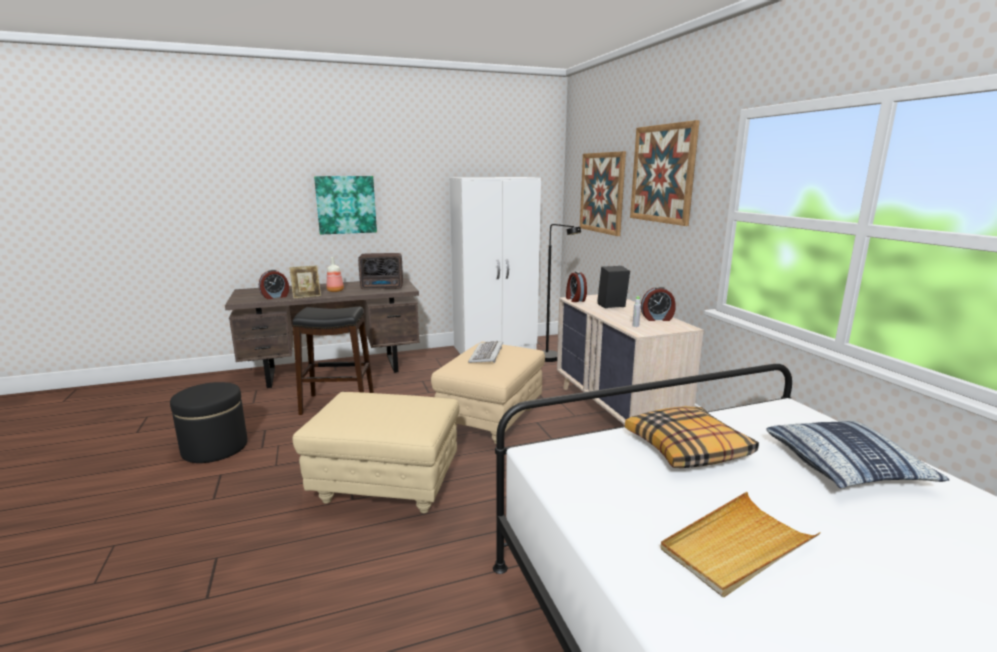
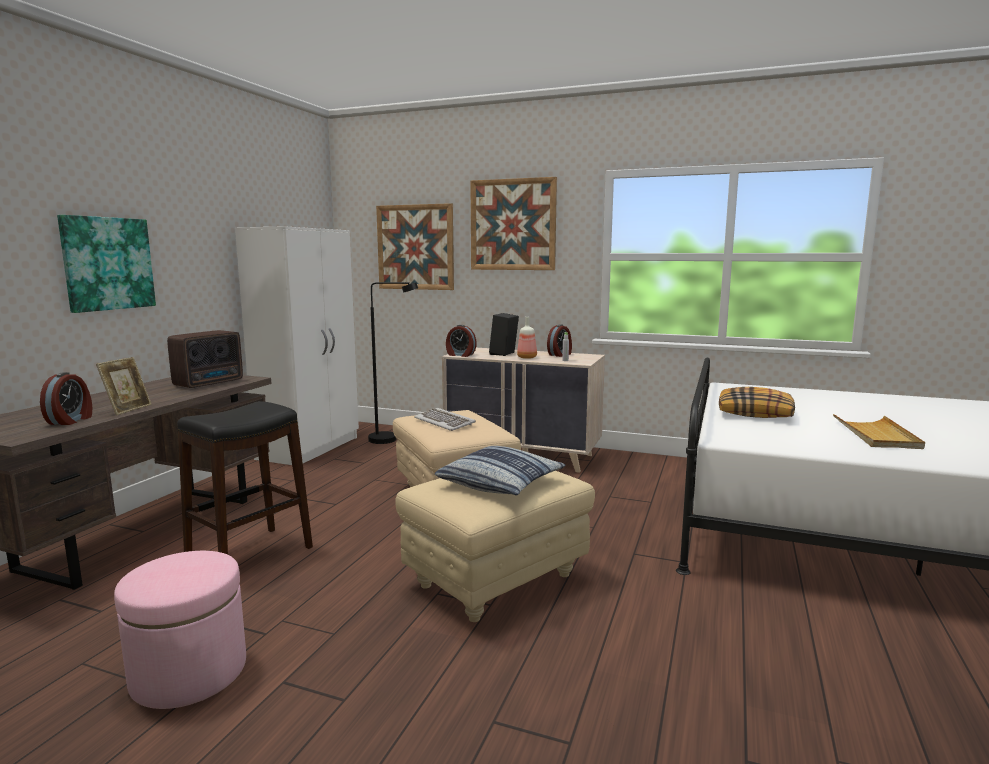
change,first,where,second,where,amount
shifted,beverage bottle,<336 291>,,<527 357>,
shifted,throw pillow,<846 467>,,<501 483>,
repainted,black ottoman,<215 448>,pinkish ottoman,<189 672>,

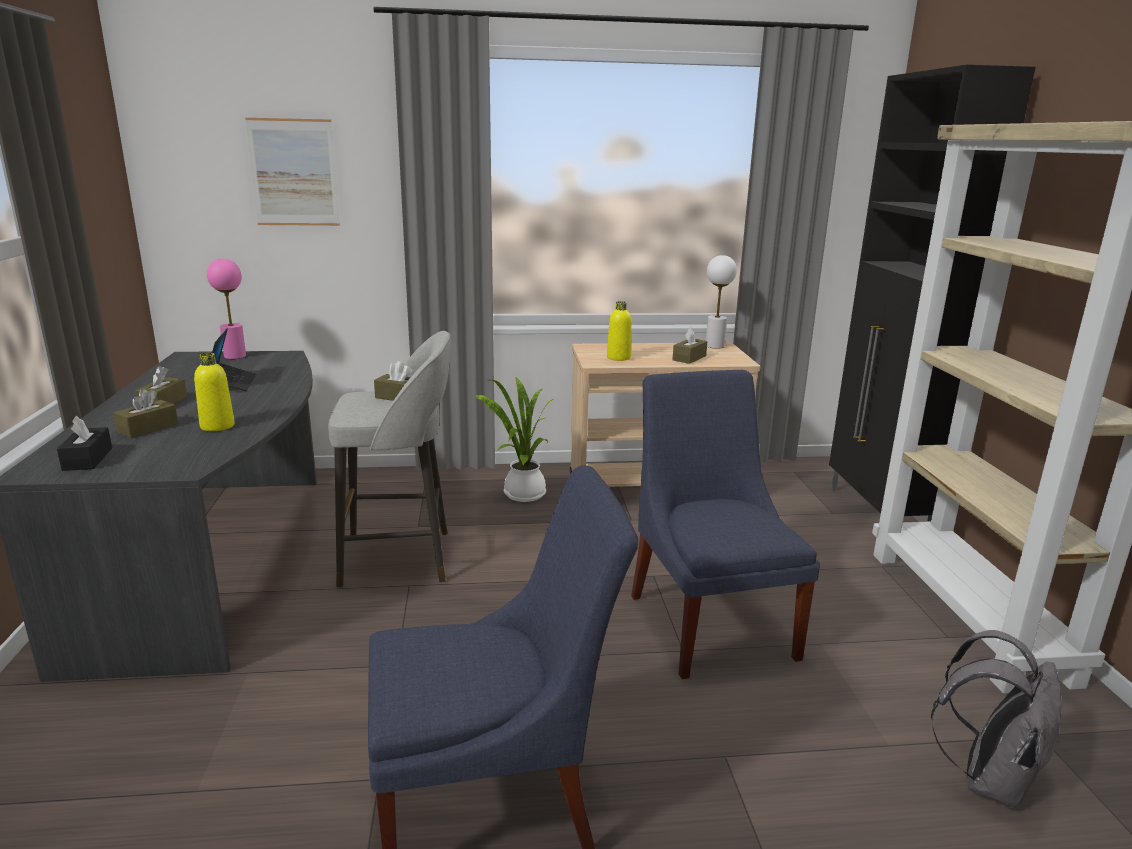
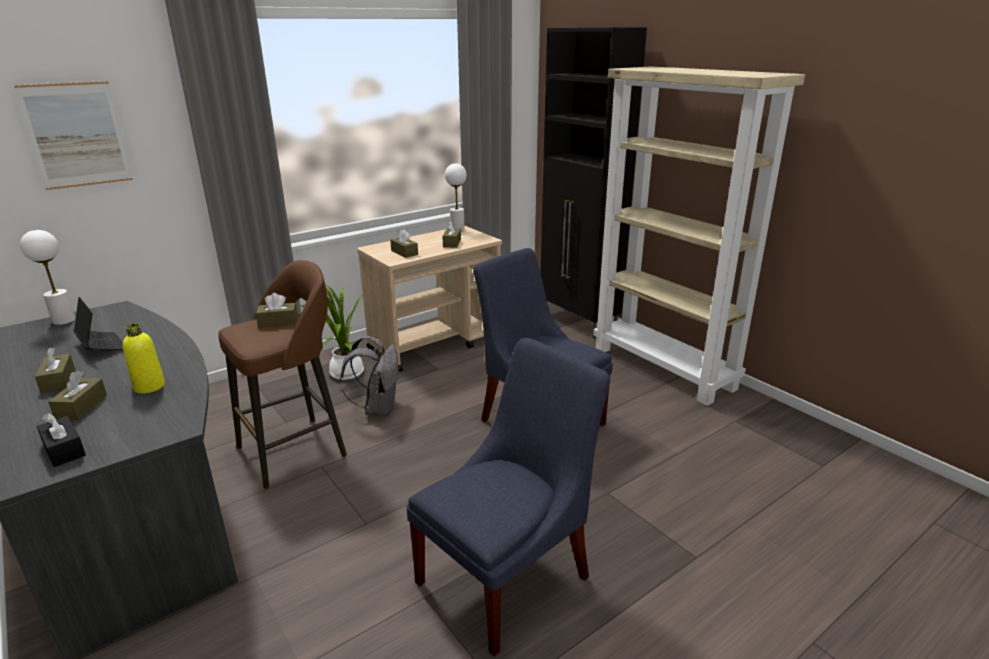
change,first,where,second,where,amount
shifted,grey knapsack,<988 778>,,<378 408>,
swapped,yellowish beverage bottle,<618 357>,brownish tissue box,<404 252>,
repainted,pinkish tabletop lamp,<234 356>,white-coloured tabletop lamp,<63 320>,
repainted,grey sitting stool,<400 558>,brownish sitting stool,<295 450>,

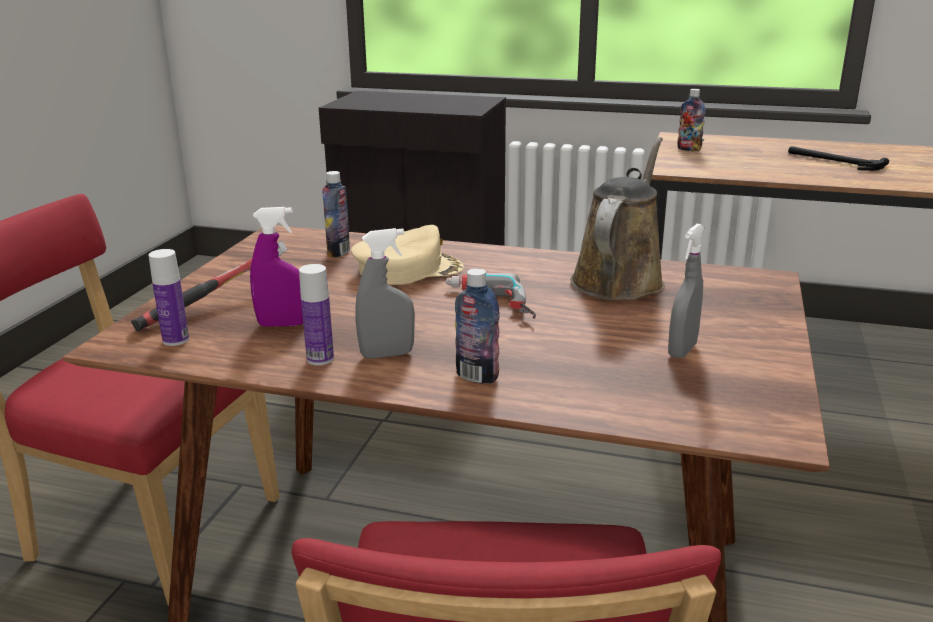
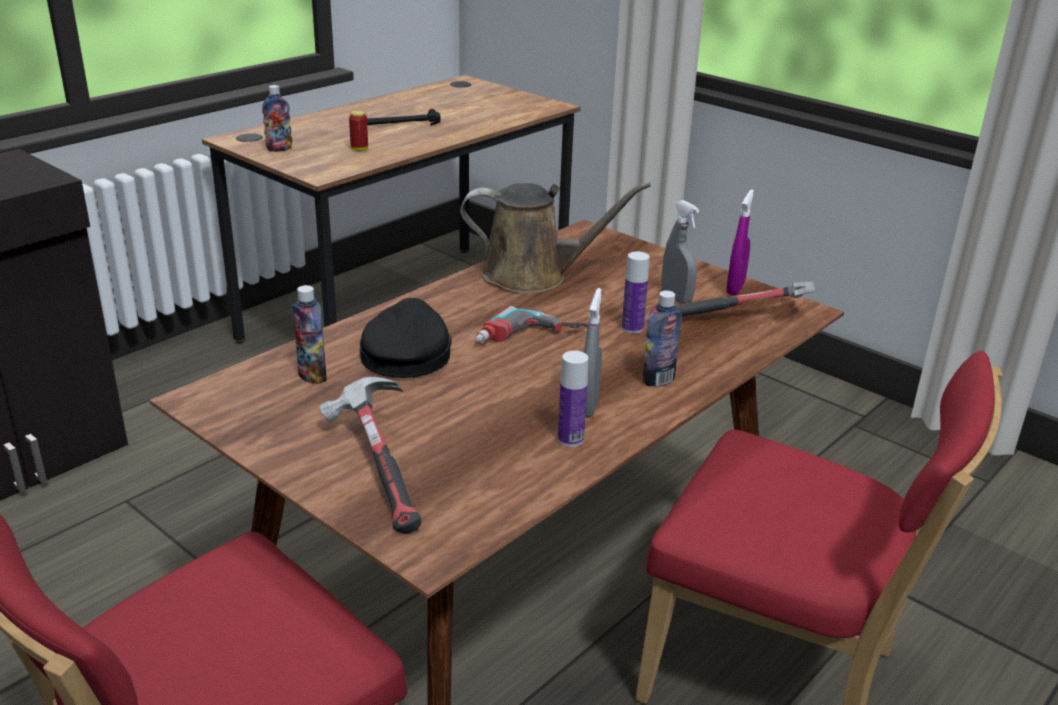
change,first,where,second,where,amount
new,,,metal can,<359 149>,
new,,,hammer,<738 318>,
shifted,beverage bottle,<176 340>,,<632 328>,
shifted,purple-coloured spray bottle,<282 324>,,<735 288>,
repainted,beige-coloured peaked cap,<408 269>,black peaked cap,<406 352>,
rotated,brownish sprinkling can,<620 279>,,<533 276>,135 degrees clockwise

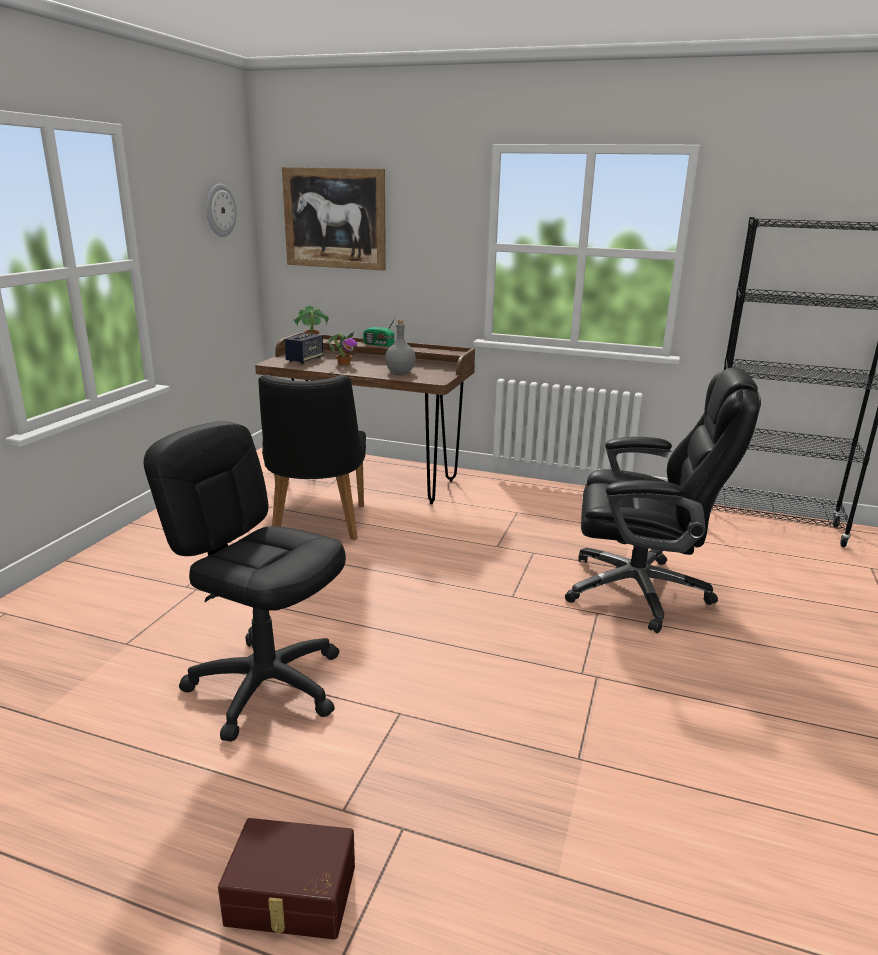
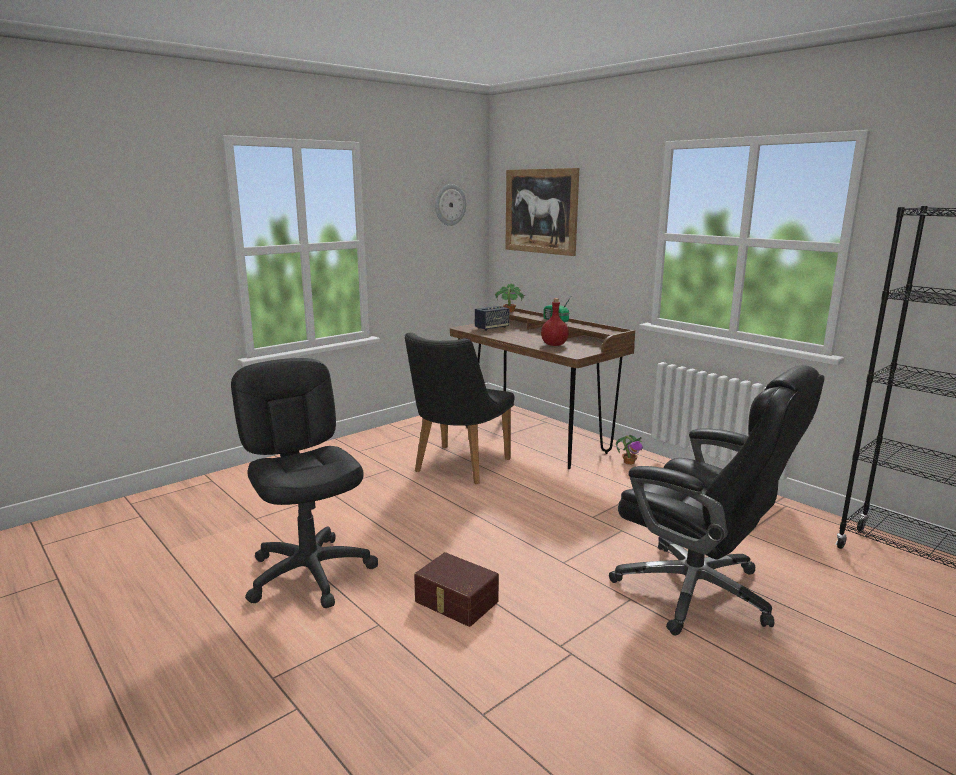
change,first,where,second,where,amount
shifted,brownish storage container,<291 897>,,<455 602>,
shifted,plant in a pot,<344 363>,,<629 462>,
repainted,grey beverage bottle,<400 372>,red beverage bottle,<554 345>,

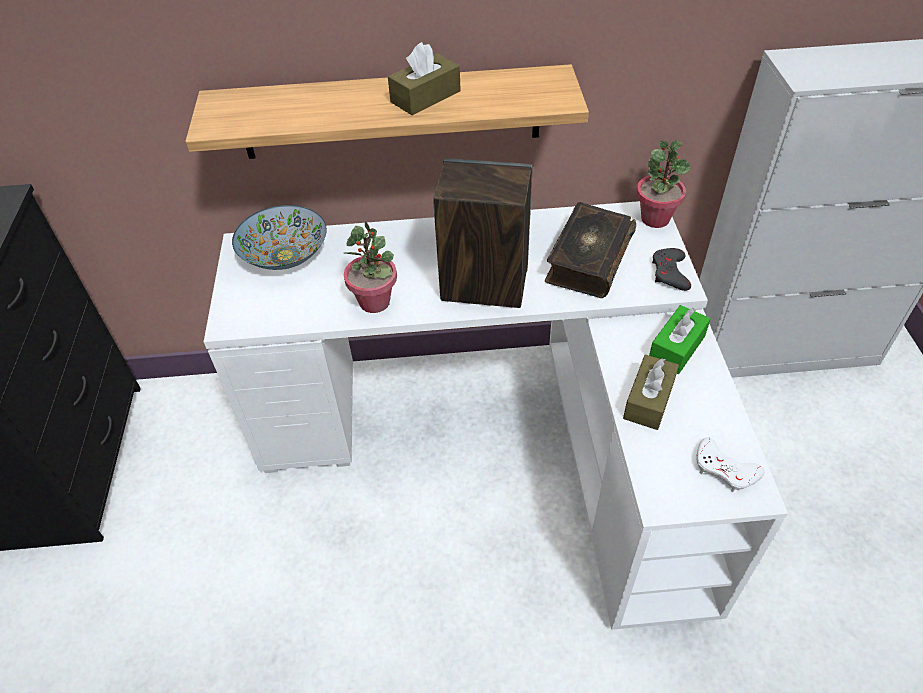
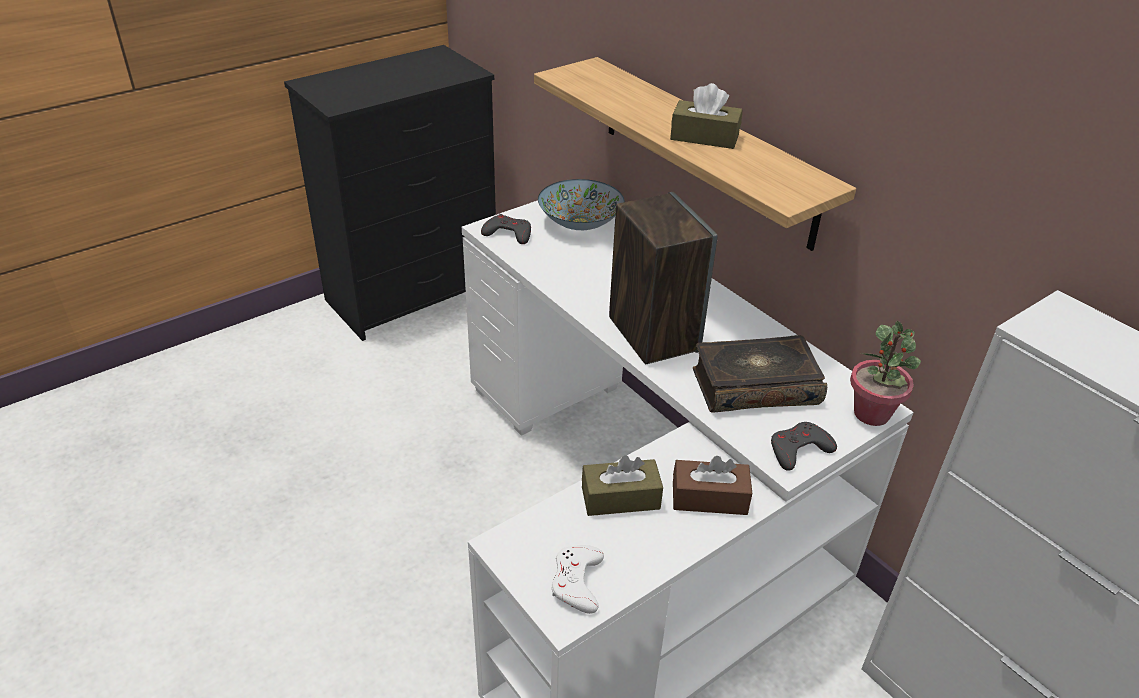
change,first,where,second,where,amount
gone,plant in a pot,<375 302>,,,
new,,,grey gamepad,<508 233>,
repainted,green tissue box,<676 348>,brownish tissue box,<709 498>,

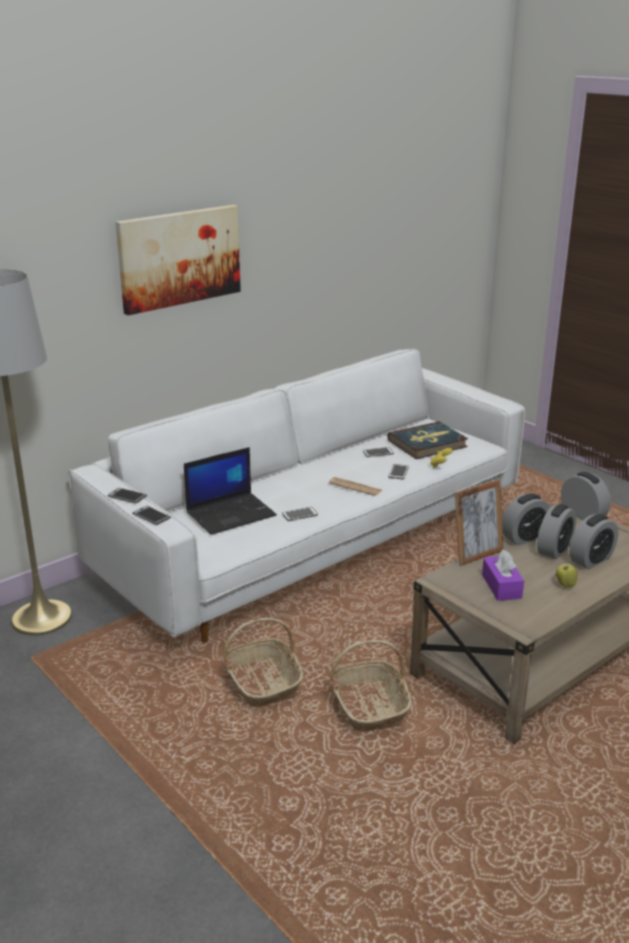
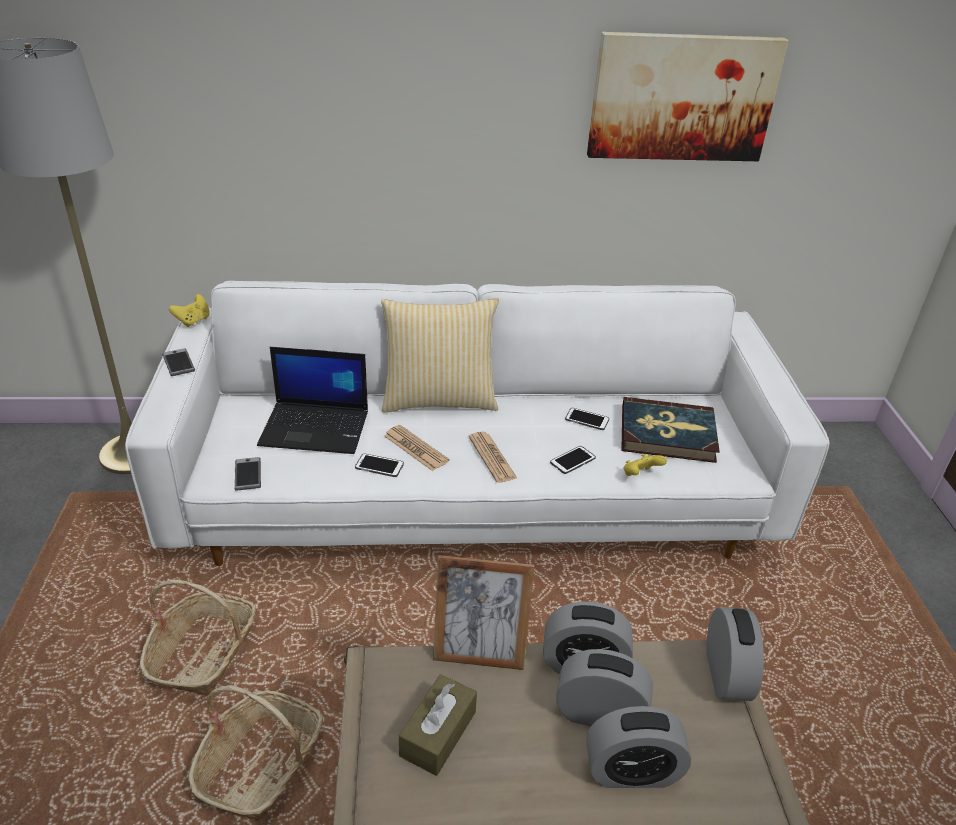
change,first,where,second,where,amount
gone,whole apple,<565 585>,,,
new,,,yellowish gamepad,<193 321>,
new,,,throw pillow,<439 400>,
new,,,printed paper,<415 448>,
shifted,picture,<179 258>,,<682 97>,
shifted,telephone,<151 516>,,<248 474>,
repainted,purple-coloured tissue box,<501 586>,brownish tissue box,<438 733>,
rotated,table clock,<554 549>,,<599 714>,150 degrees counterclockwise

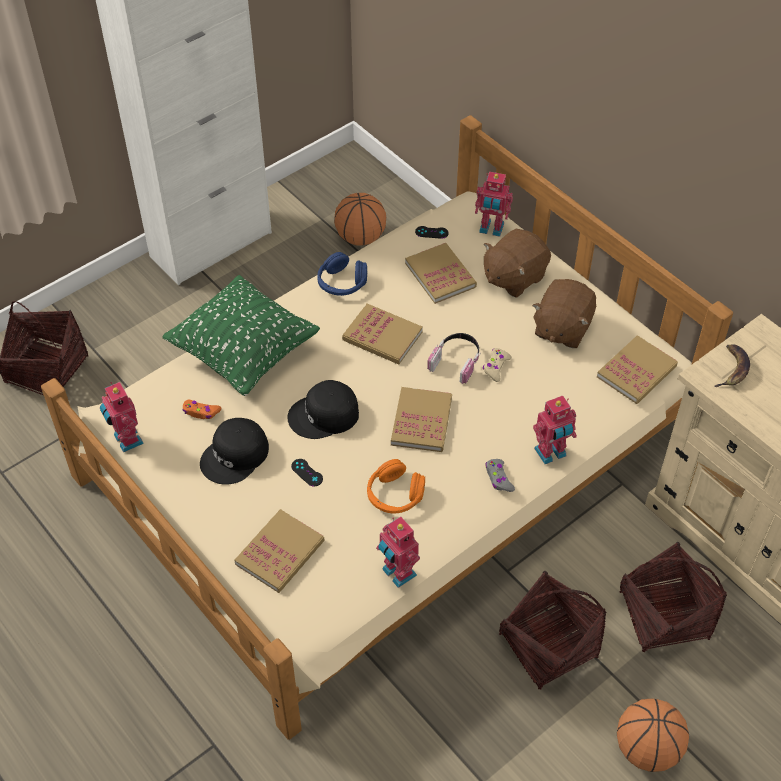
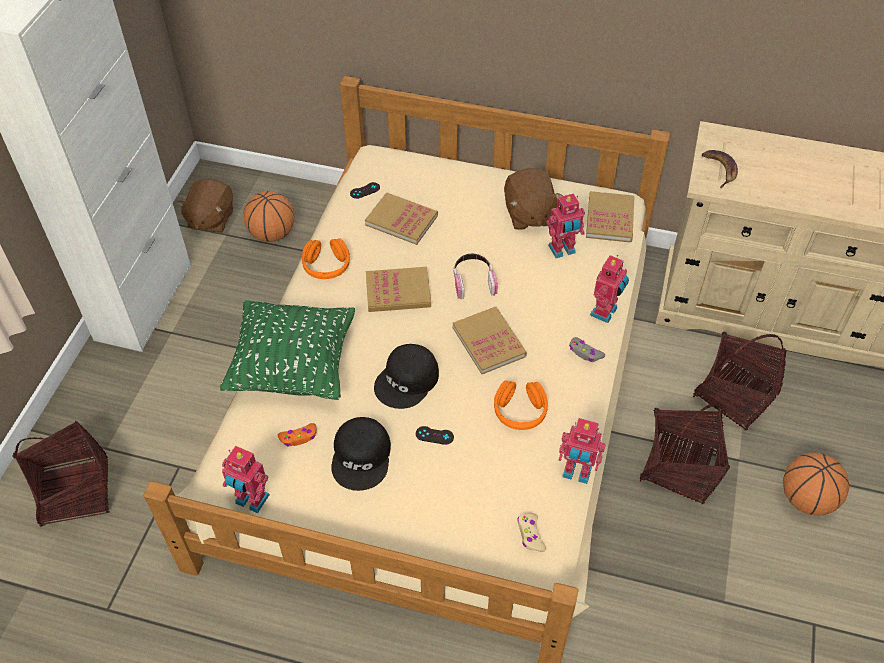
change,first,where,second,where,amount
gone,book,<280 553>,,,
shifted,toy robot,<491 229>,,<562 250>,
shifted,beige-coloured gamepad,<496 367>,,<530 535>,
shifted,brownish cuddly toy,<513 277>,,<210 219>,
repainted,bluish pair of headphones,<342 283>,orange pair of headphones,<326 266>,

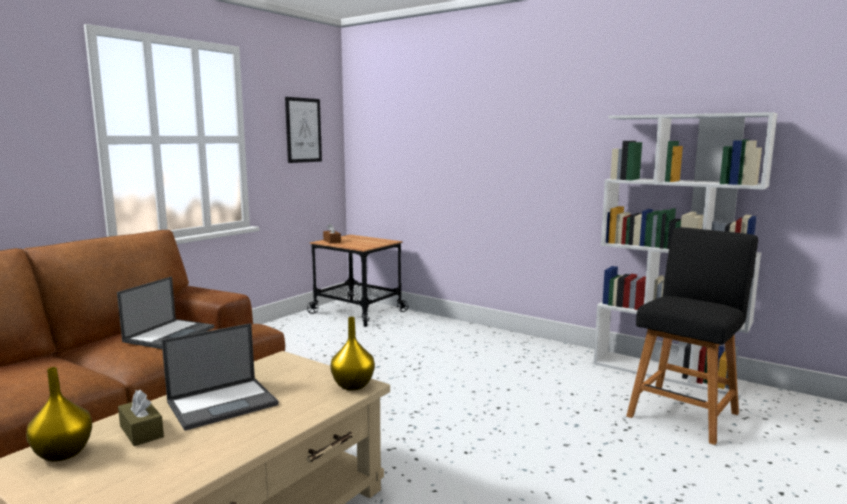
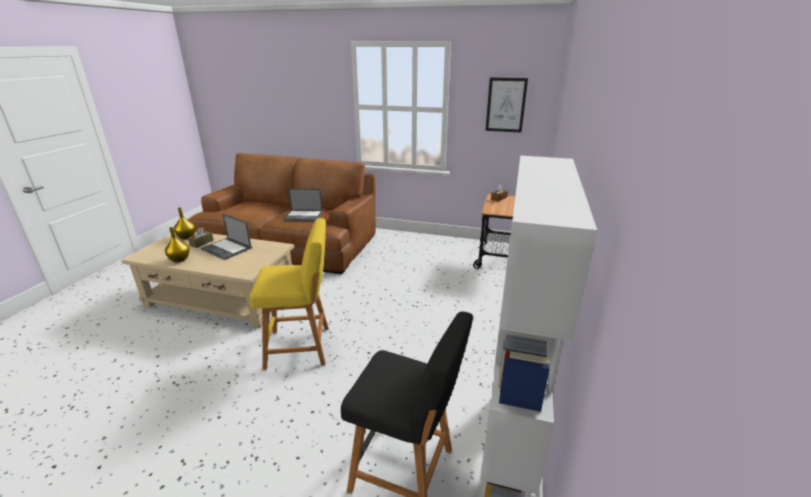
change,first,where,second,where,amount
new,,,yellowish sitting stool,<302 347>,
shifted,yellowish decorative vase,<354 385>,,<179 259>,

